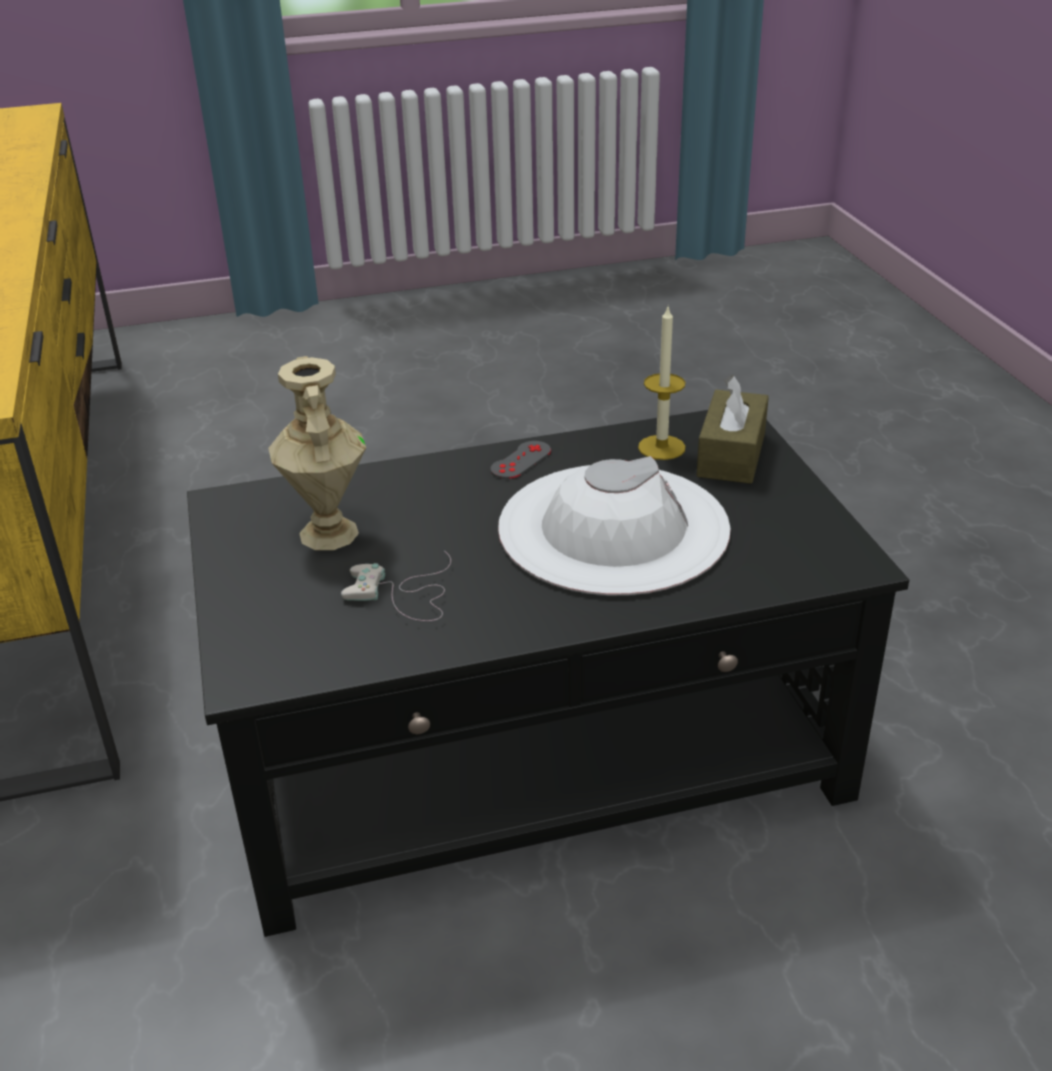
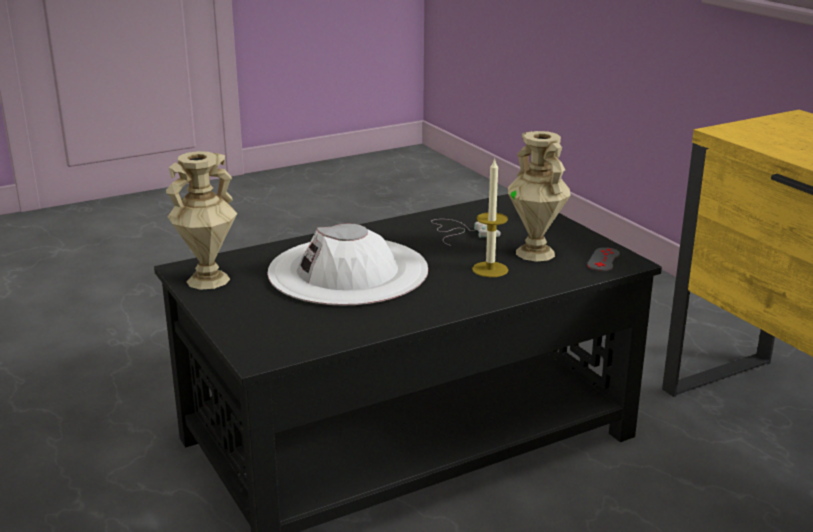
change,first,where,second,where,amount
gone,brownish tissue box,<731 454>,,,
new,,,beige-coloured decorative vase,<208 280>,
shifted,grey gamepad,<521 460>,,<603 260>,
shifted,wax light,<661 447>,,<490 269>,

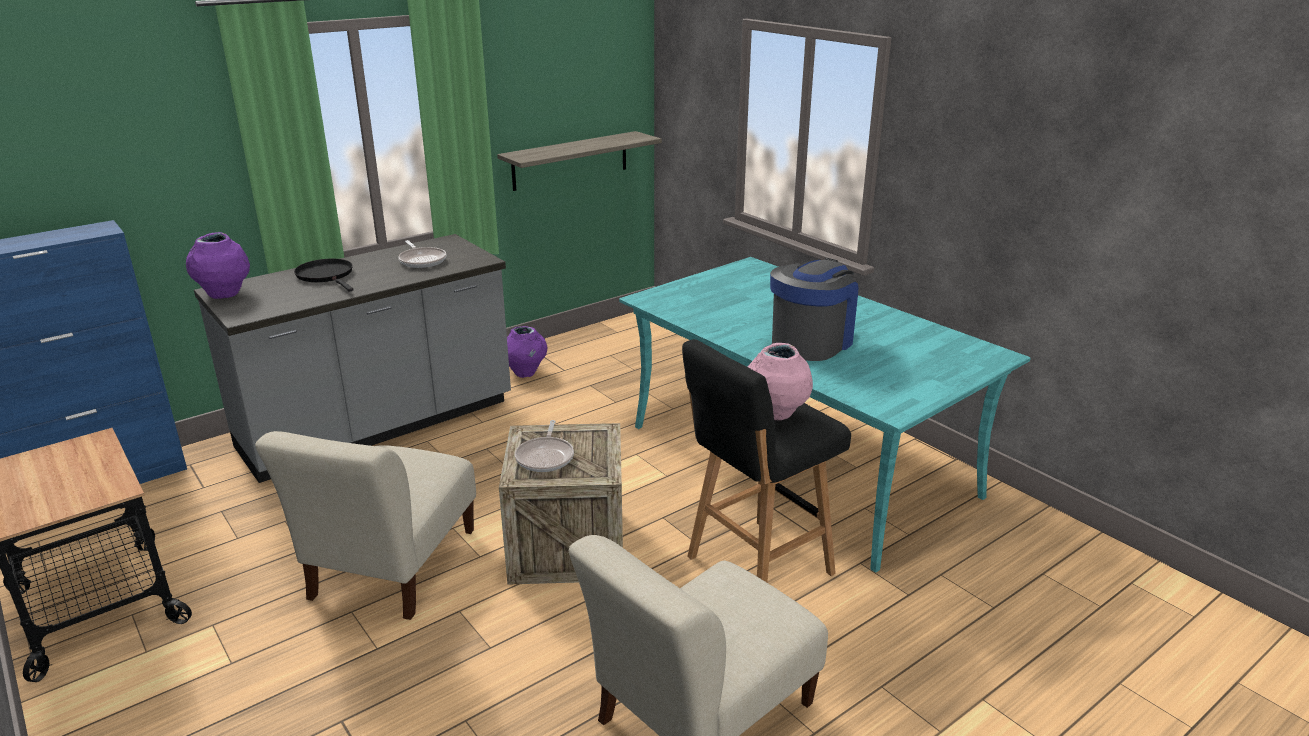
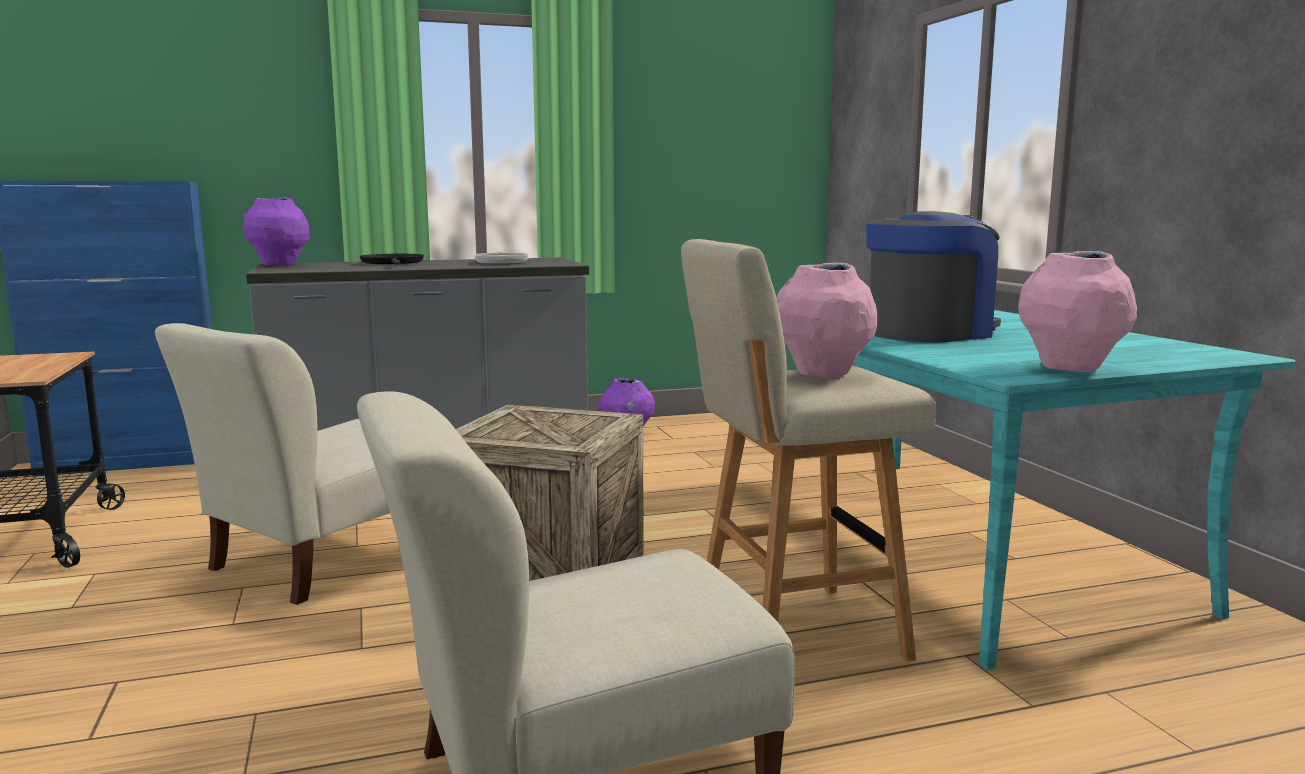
change,first,where,second,where,amount
gone,bracket shelf,<570 160>,,,
gone,skillet,<546 457>,,,
new,,,pinkish decorative vase,<1071 368>,
repainted,black sitting stool,<756 567>,beige-coloured sitting stool,<792 633>,

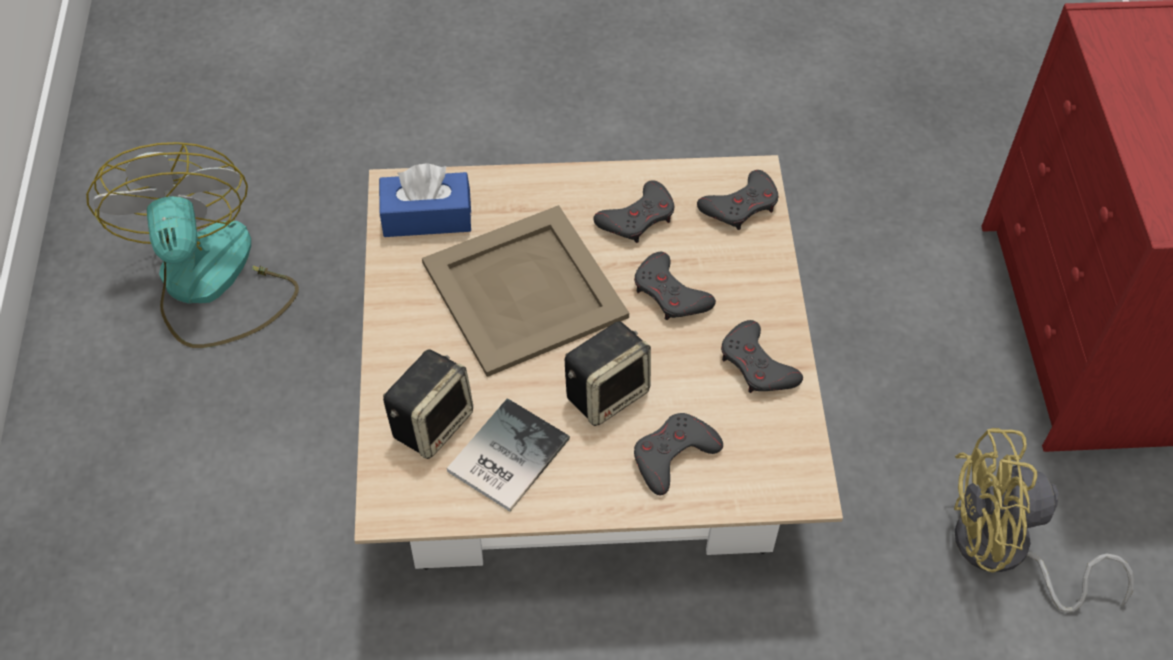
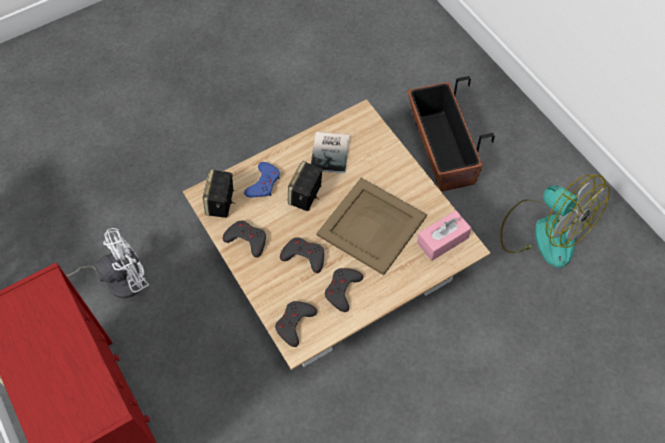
change,first,where,second,where,amount
new,,,flower pot,<441 150>,
shifted,speaker,<432 422>,,<221 204>,
repainted,bluish tissue box,<426 217>,pinkish tissue box,<442 240>,
repainted,grey gamepad,<673 456>,bluish gamepad,<263 183>,
repainted,yellowish cooling fan,<1004 554>,white-coloured cooling fan,<119 280>,

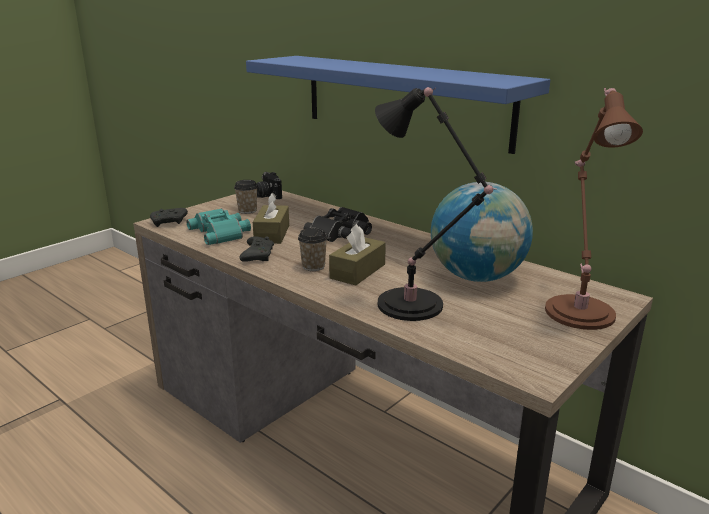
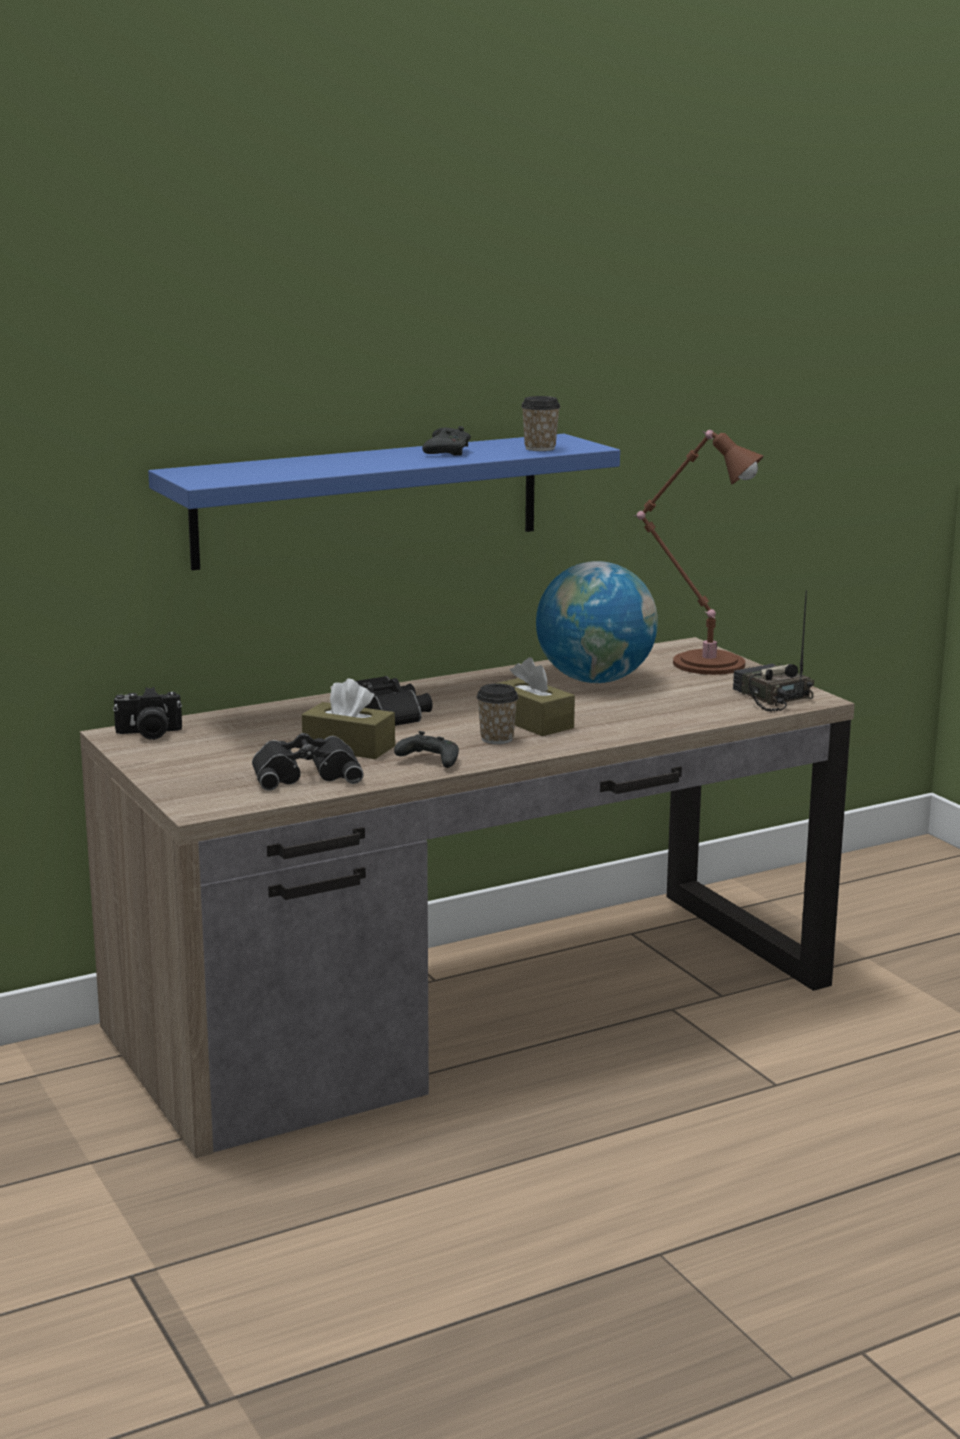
change,first,where,second,where,amount
gone,black tabletop lamp,<415 306>,,,
new,,,radio receiver,<769 697>,
shifted,black gamepad,<169 222>,,<447 452>,
shifted,small cup,<247 211>,,<540 448>,
repainted,turquoise-coloured field glasses,<221 232>,black field glasses,<306 773>,

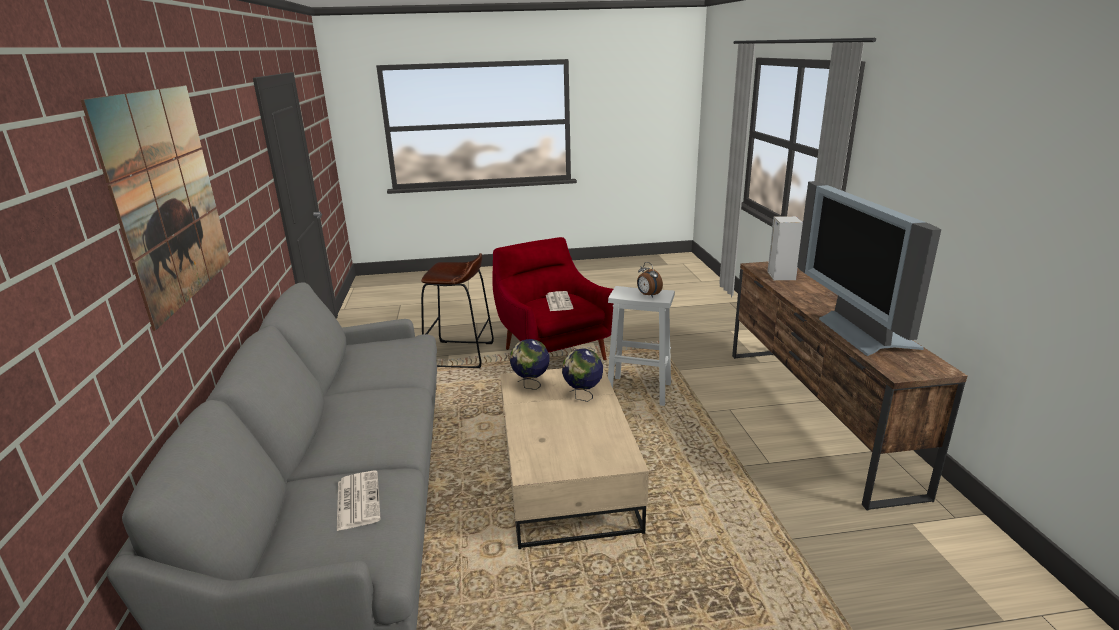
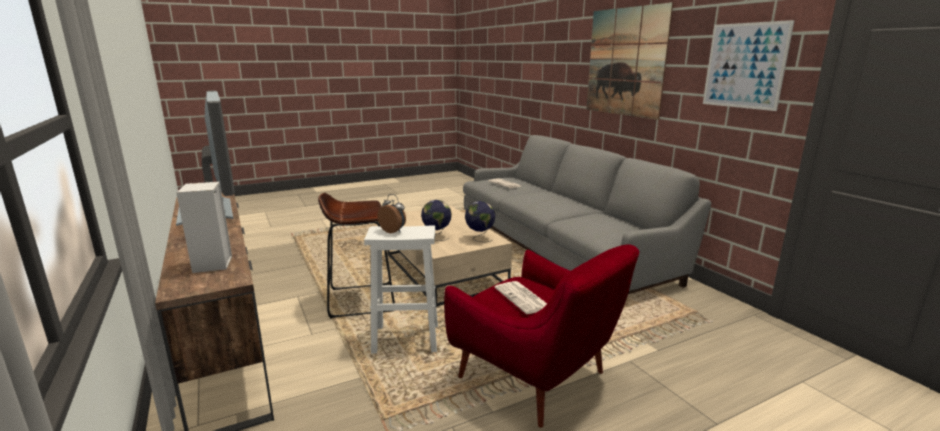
change,first,where,second,where,amount
new,,,picture,<744 66>,
shifted,brownish sitting stool,<460 355>,,<361 300>,

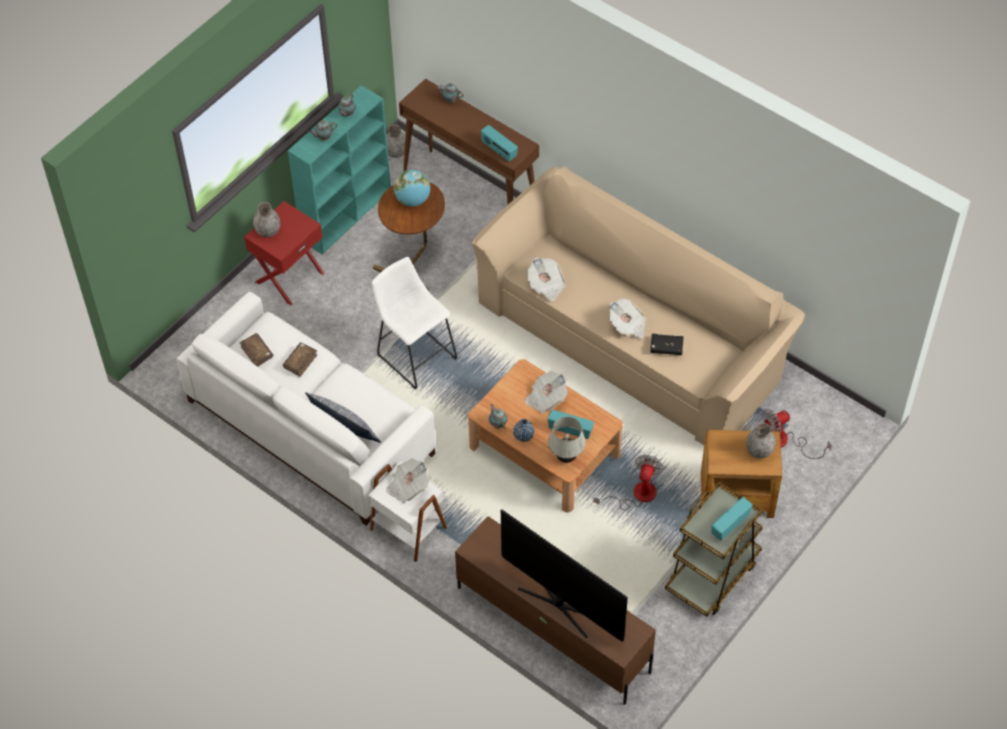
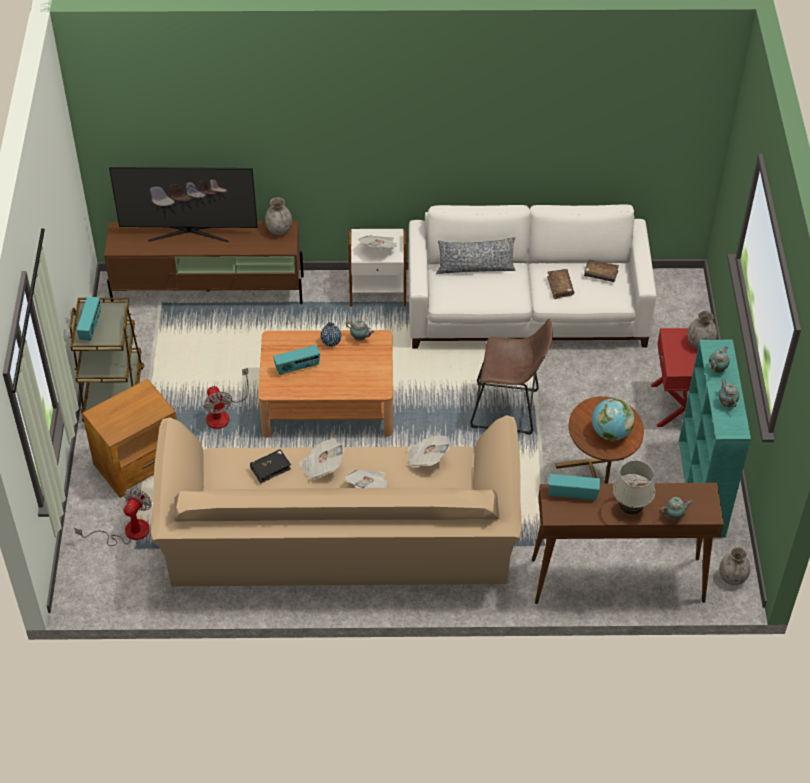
change,first,where,second,where,amount
shifted,printed paper,<546 398>,,<368 486>,
shifted,white-coloured tabletop lamp,<566 457>,,<630 510>,
shifted,grey decorative vase,<759 451>,,<279 230>,
repainted,white-coloured sitting stool,<414 354>,brownish sitting stool,<509 410>,

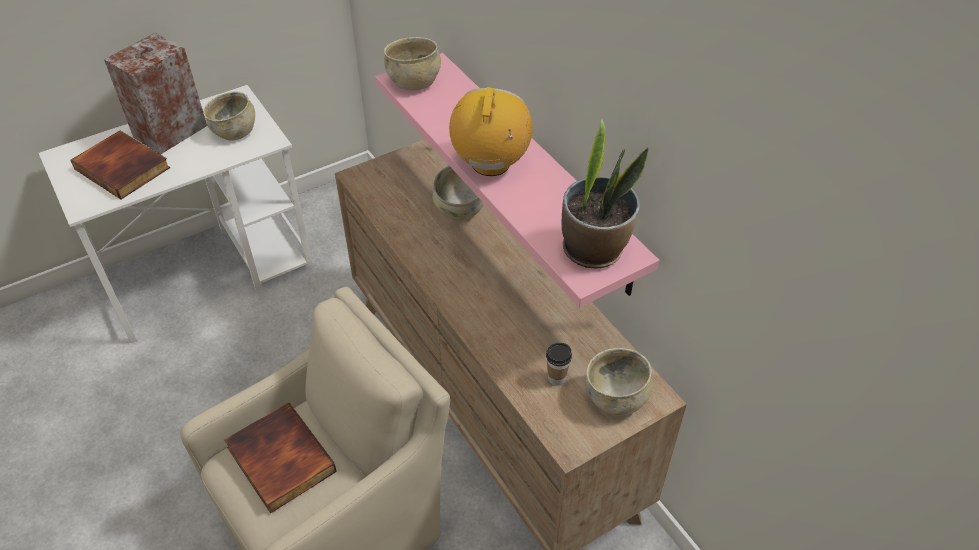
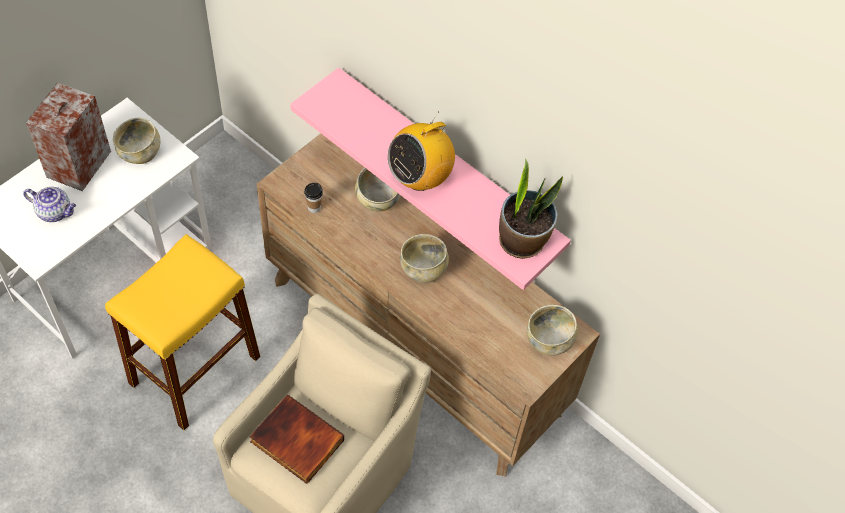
change,first,where,second,where,amount
new,,,yellowish sitting stool,<194 370>,
shifted,beige-coloured serving bowl,<414 82>,,<423 269>,
shifted,small cup,<556 378>,,<314 207>,
swapped,book,<124 168>,tea pot,<55 212>,
rotated,radio receiver,<491 164>,,<420 177>,120 degrees counterclockwise

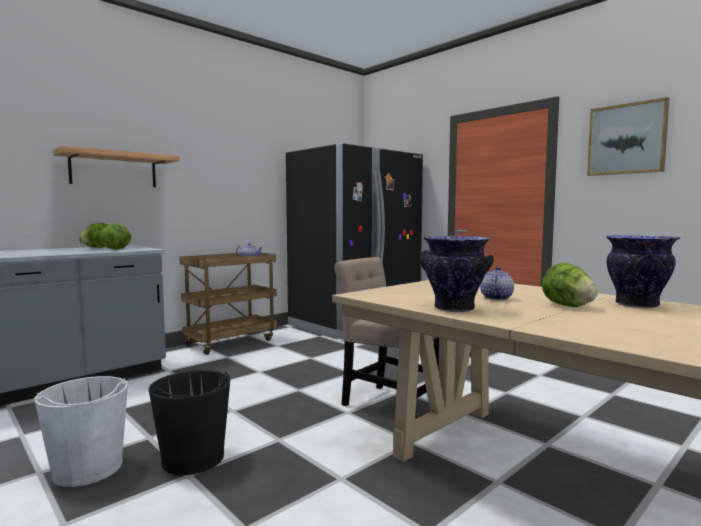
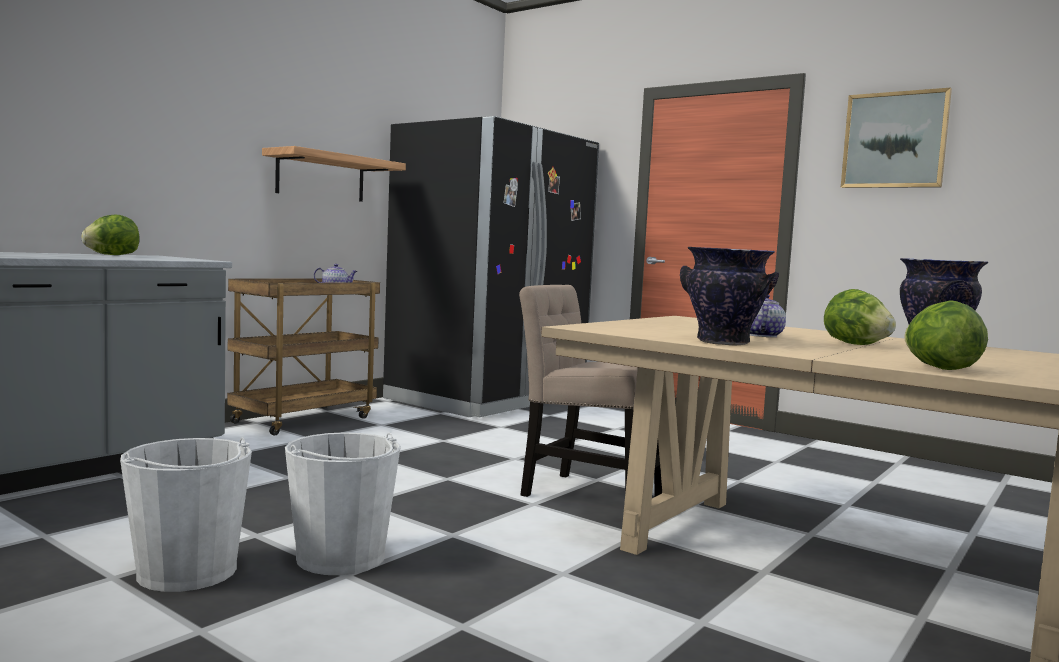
change,first,where,second,where,amount
shifted,bracket shelf,<114 170>,,<321 177>,
shifted,lettuce,<117 249>,,<939 368>,
repainted,black pail,<193 459>,white-coloured pail,<341 557>,

